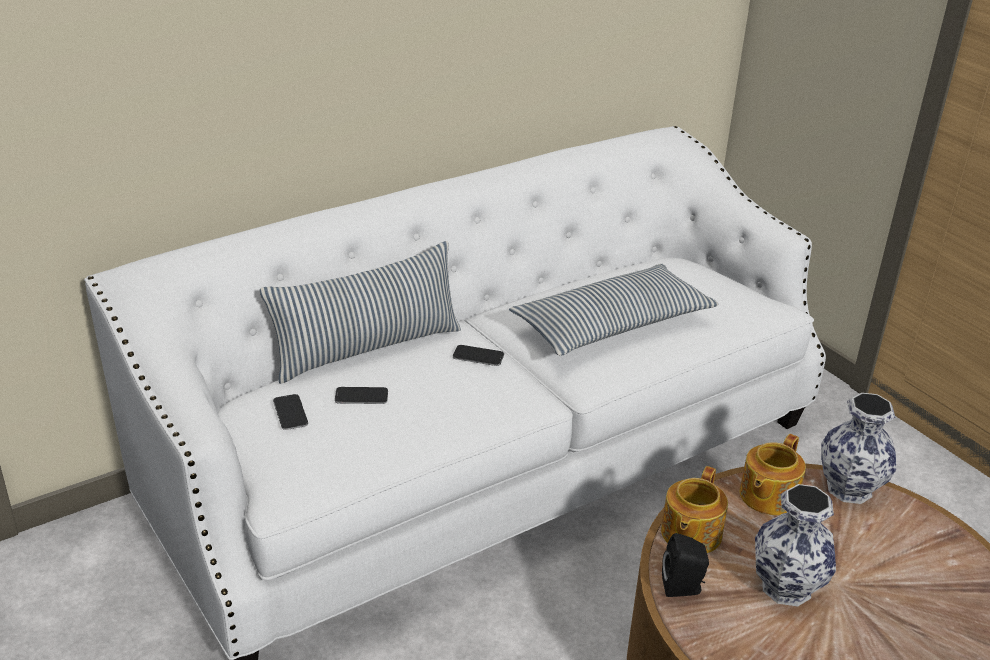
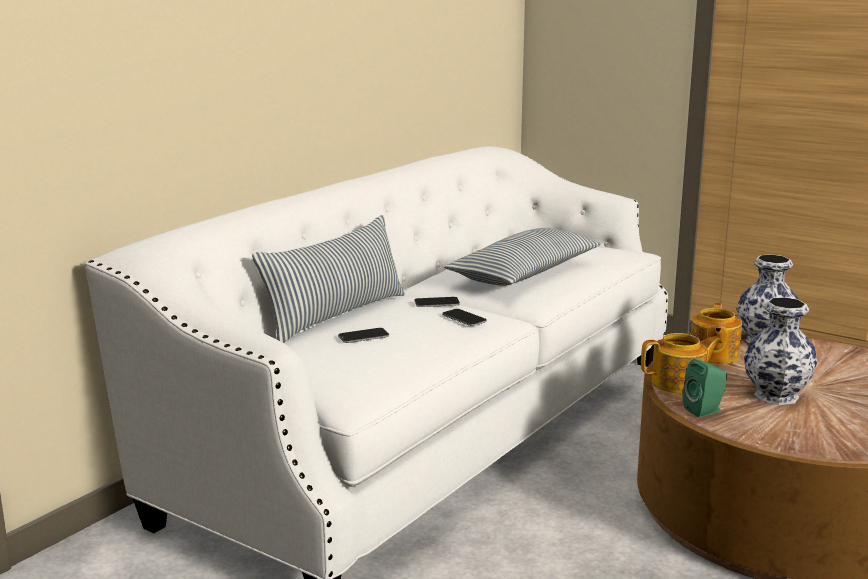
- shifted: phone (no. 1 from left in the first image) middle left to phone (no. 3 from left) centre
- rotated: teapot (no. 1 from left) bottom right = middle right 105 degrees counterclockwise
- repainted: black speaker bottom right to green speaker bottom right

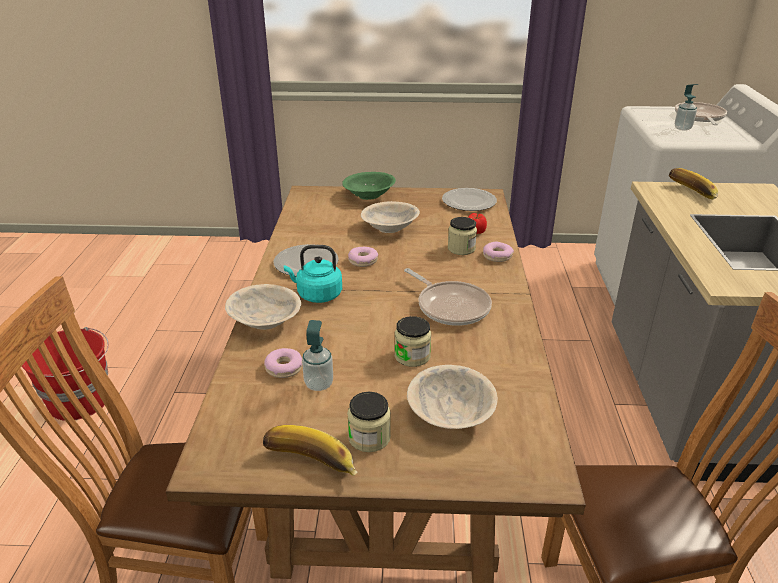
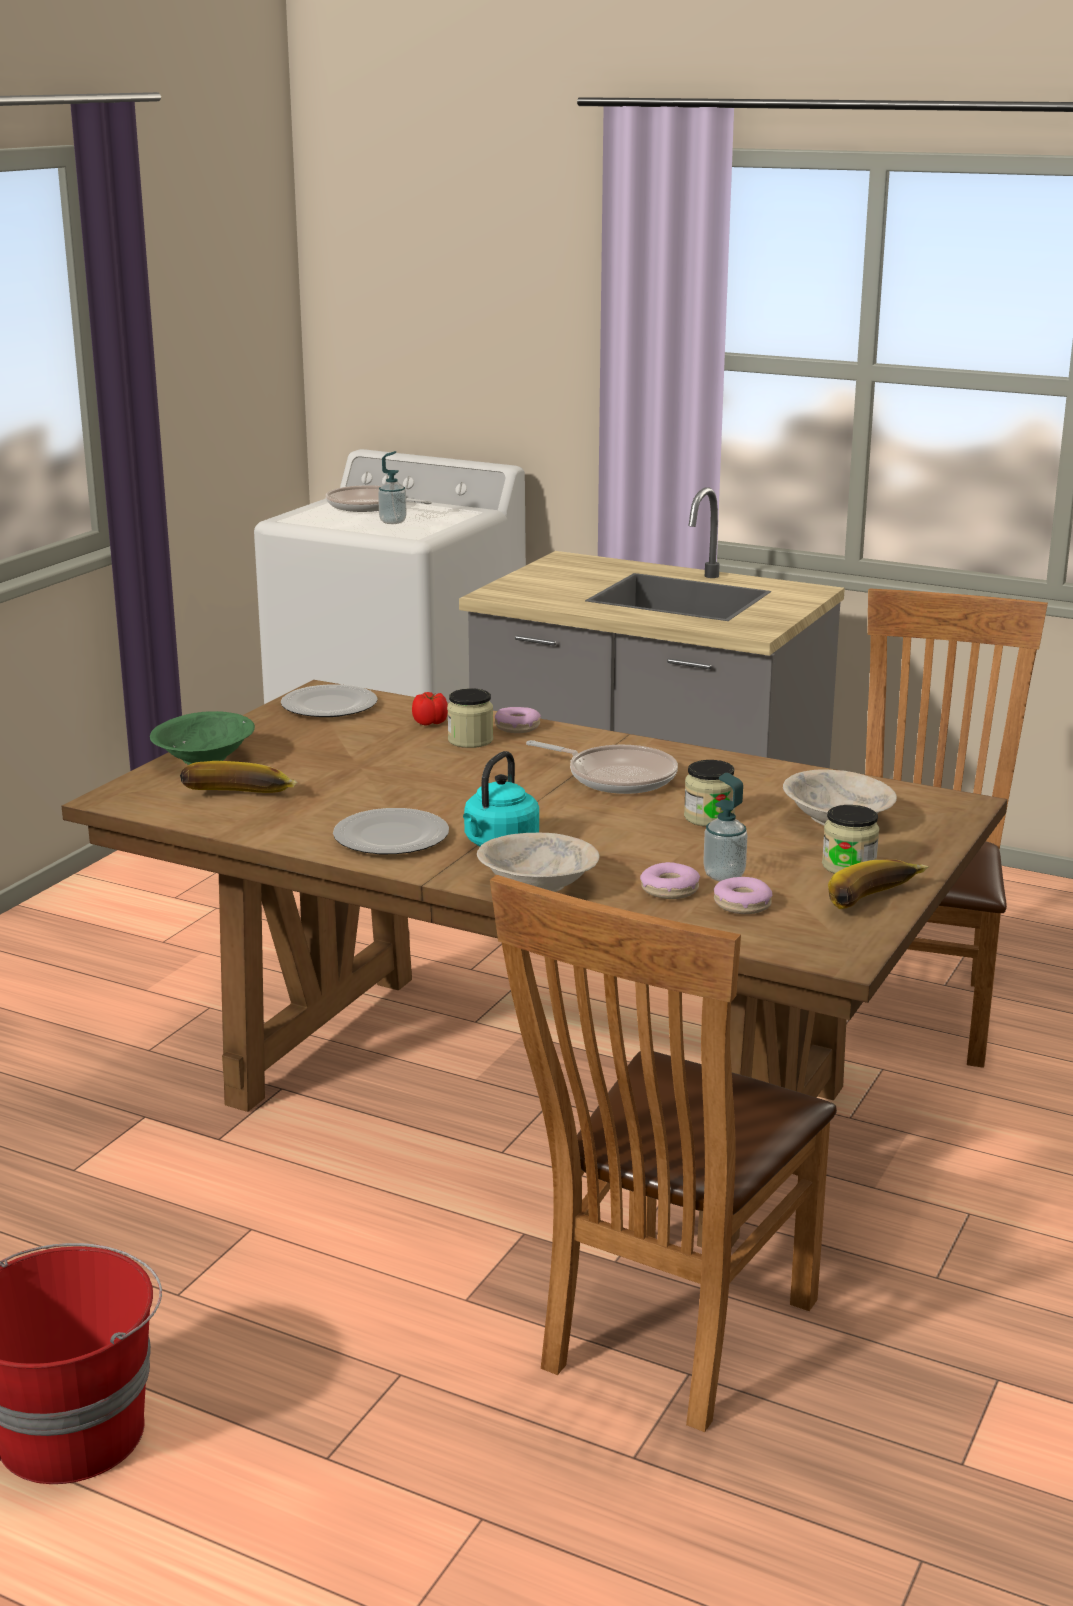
- shifted: donut (no. 2 from left in the first image) centre to donut (no. 3 from left) middle right
- gone: beige bowl (no. 2 from left) centre
- rotated: frying pan (no. 1 from left in the first image) centre = centre 45 degrees clockwise
- shifted: banana (no. 2 from left in the first image) top right to banana (no. 1 from left) middle left

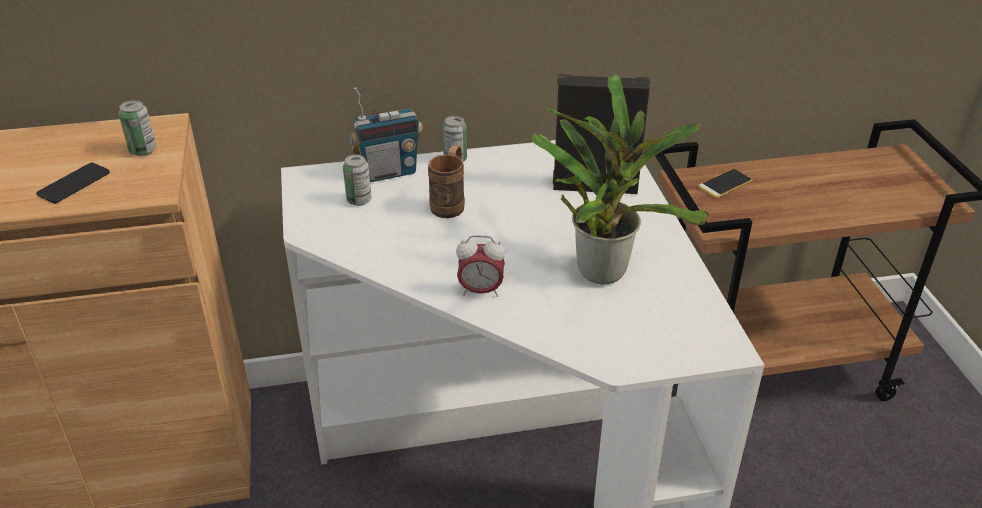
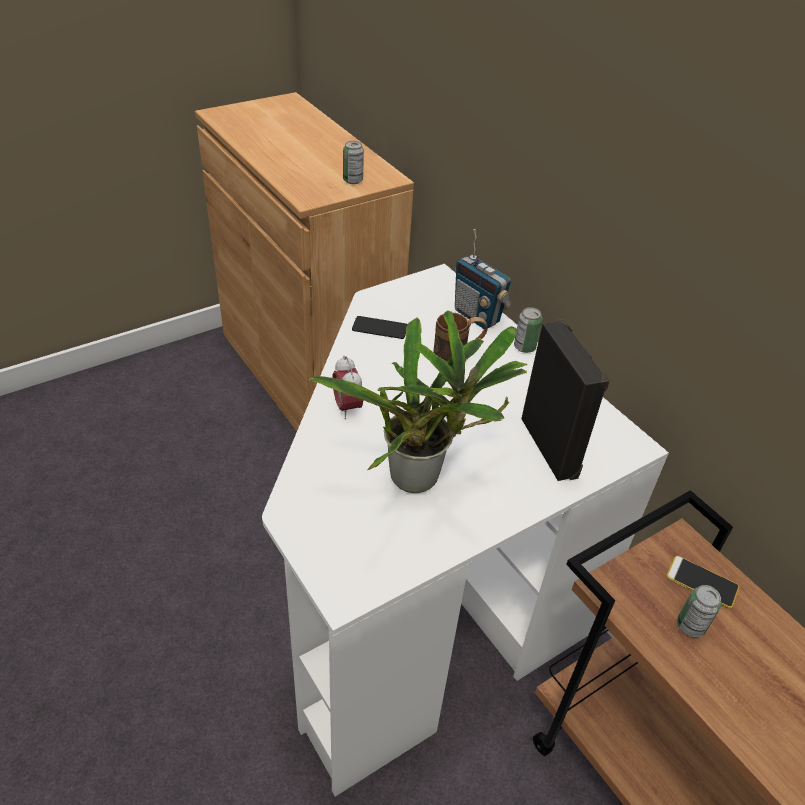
- shifted: phone (no. 1 from left) middle left to centre
- shifted: can (no. 2 from left in the first image) centre to can (no. 3 from left) bottom right

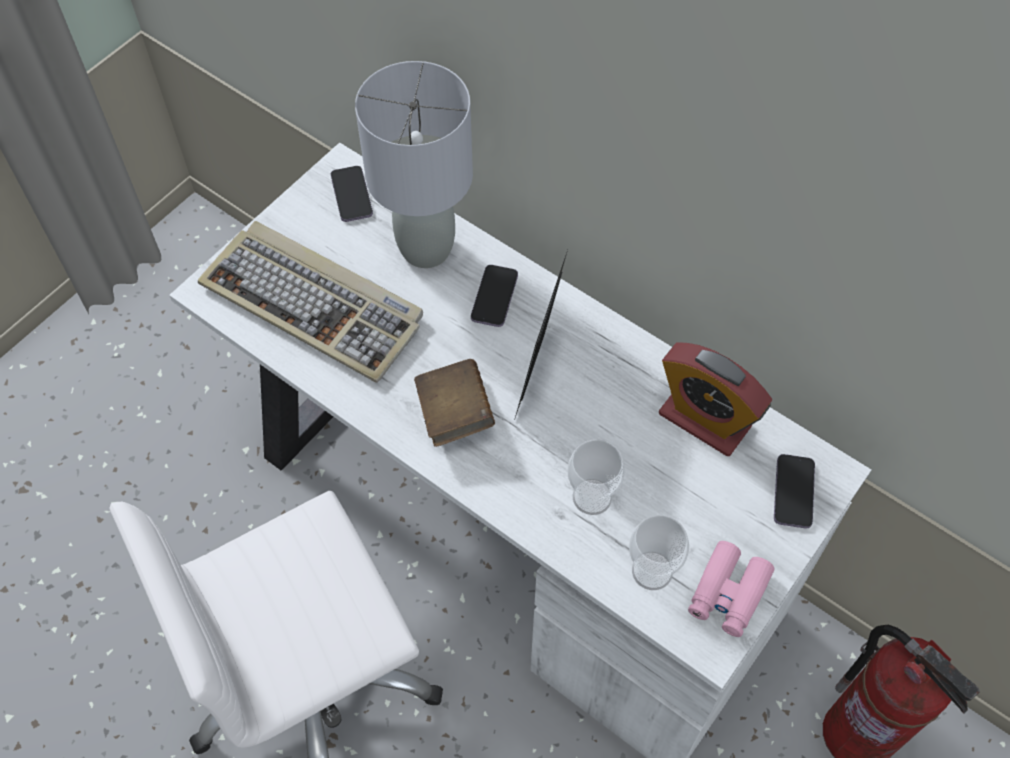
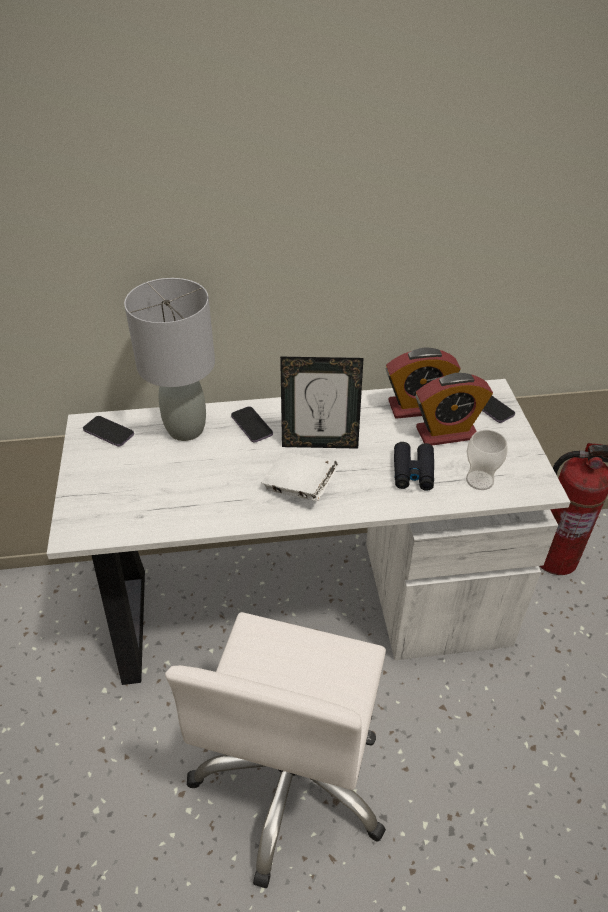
- gone: keyboard middle left
- repainted: brown book centre to white book centre
- rotated: picture frame centre = centre 60 degrees counterclockwise
- swapped: cup (no. 1 from left) centre to black binoculars middle right
- gone: pink binoculars bottom right
- new: alarm clock (no. 2 from left) middle right

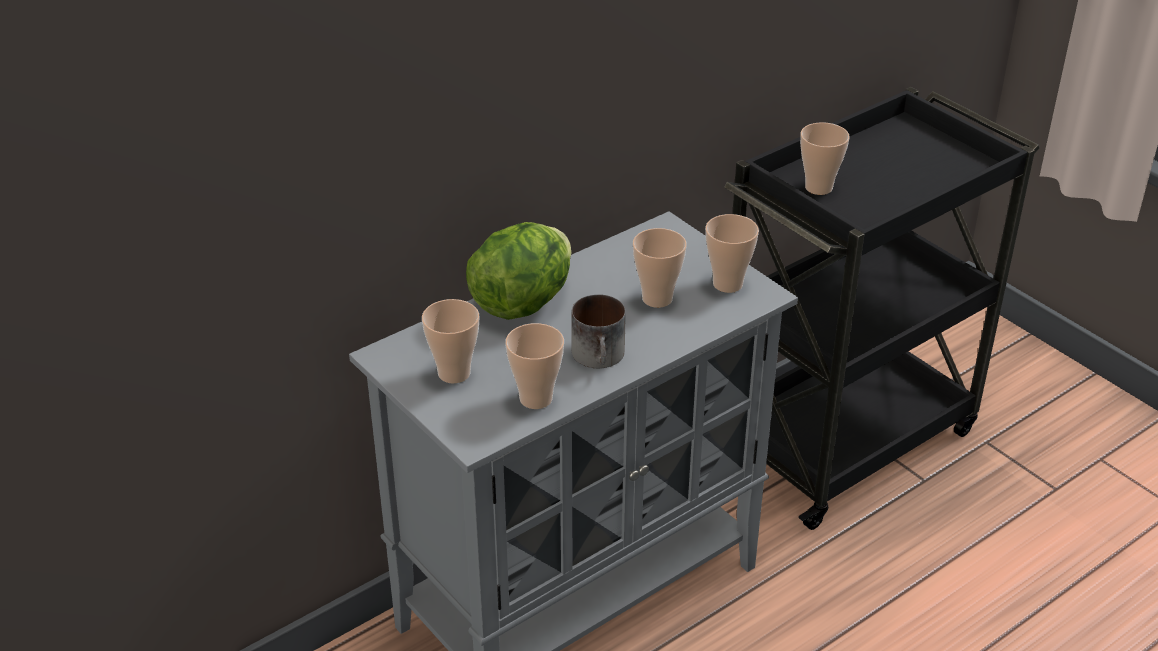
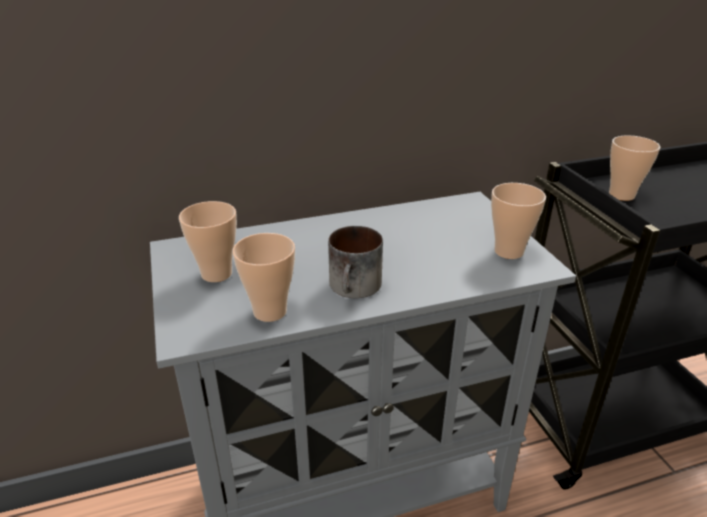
- gone: lettuce centre
- gone: cup (no. 3 from left) centre

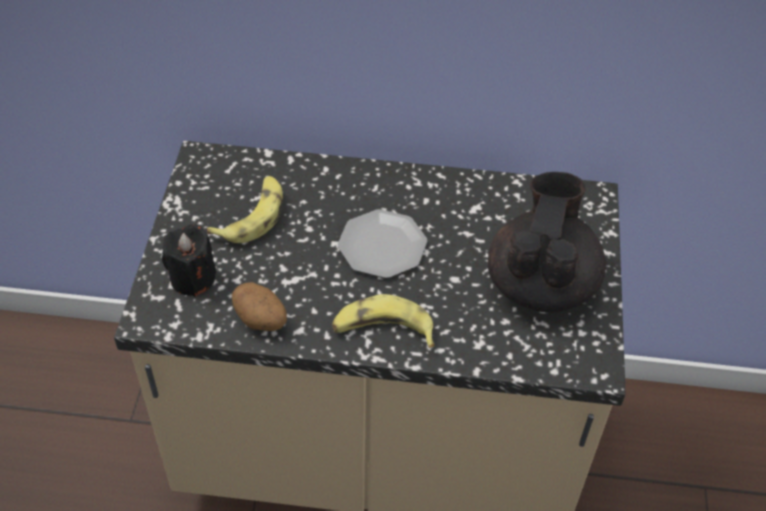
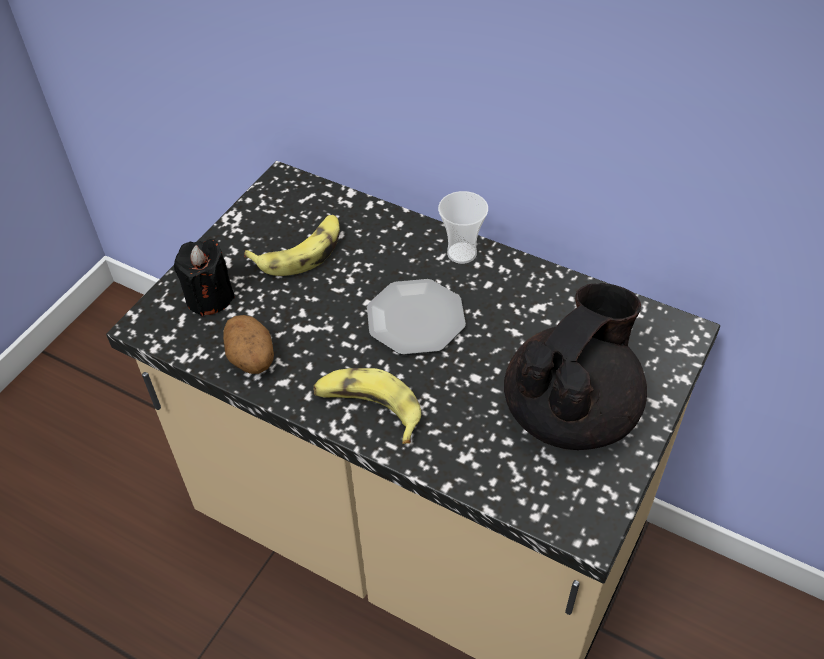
- new: cup centre

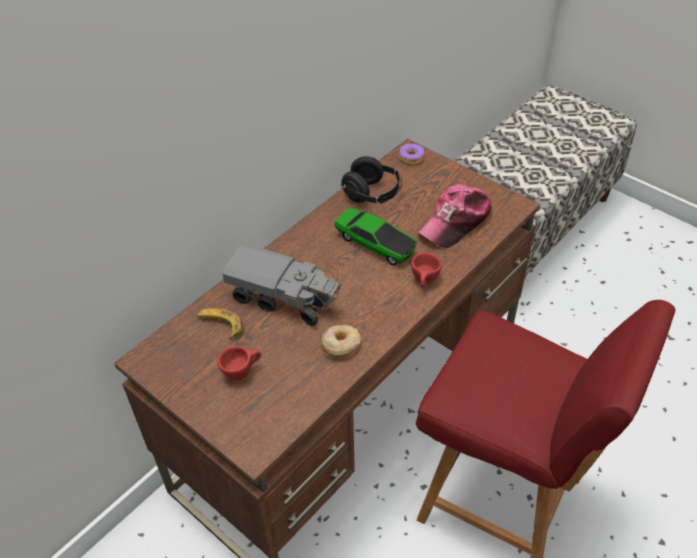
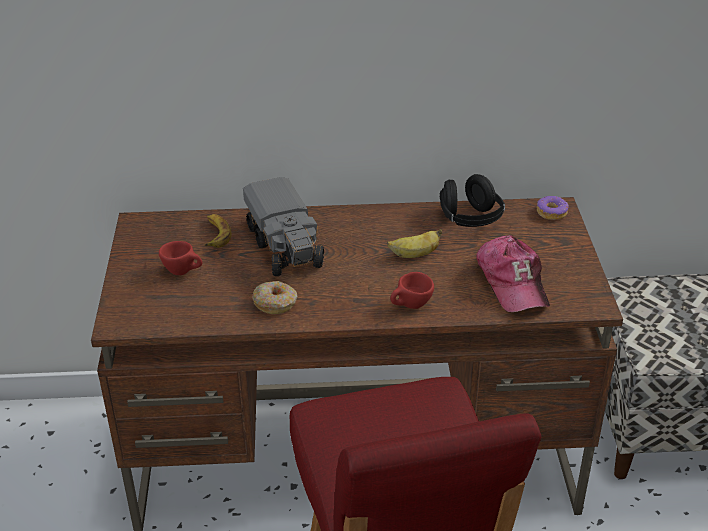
- swapped: toy car centre to banana (no. 2 from left) centre
- rotated: cap centre = middle right 105 degrees counterclockwise

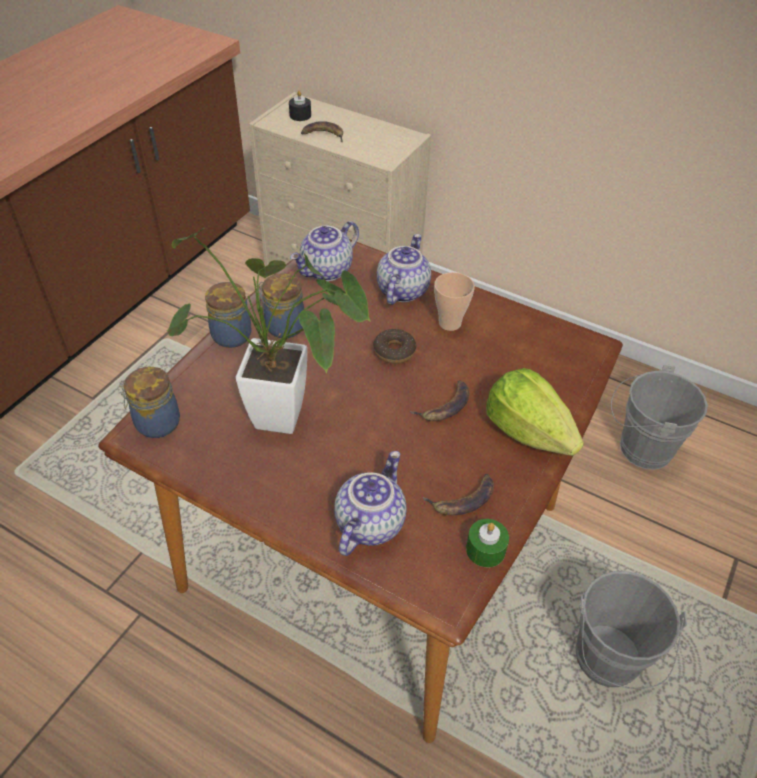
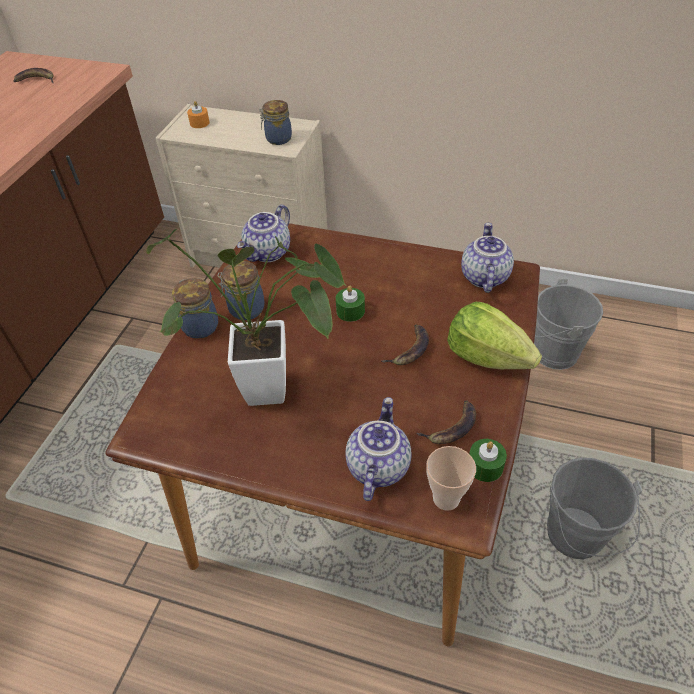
- shifted: jar (no. 1 from left in the first image) middle left to jar (no. 3 from left) top centre
- repainted: black candle top centre to orange candle top left
- shifted: banana (no. 1 from left) top centre to top left
- swapped: donut centre to green candle (no. 1 from left) centre
- shifted: teapot (no. 3 from left) centre to middle right
- shifted: cup centre to bottom centre

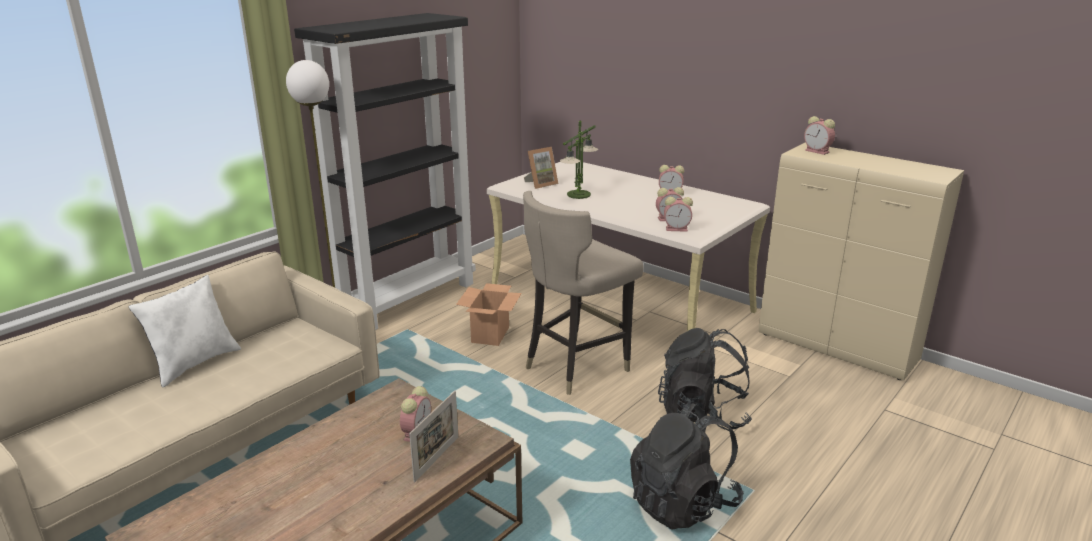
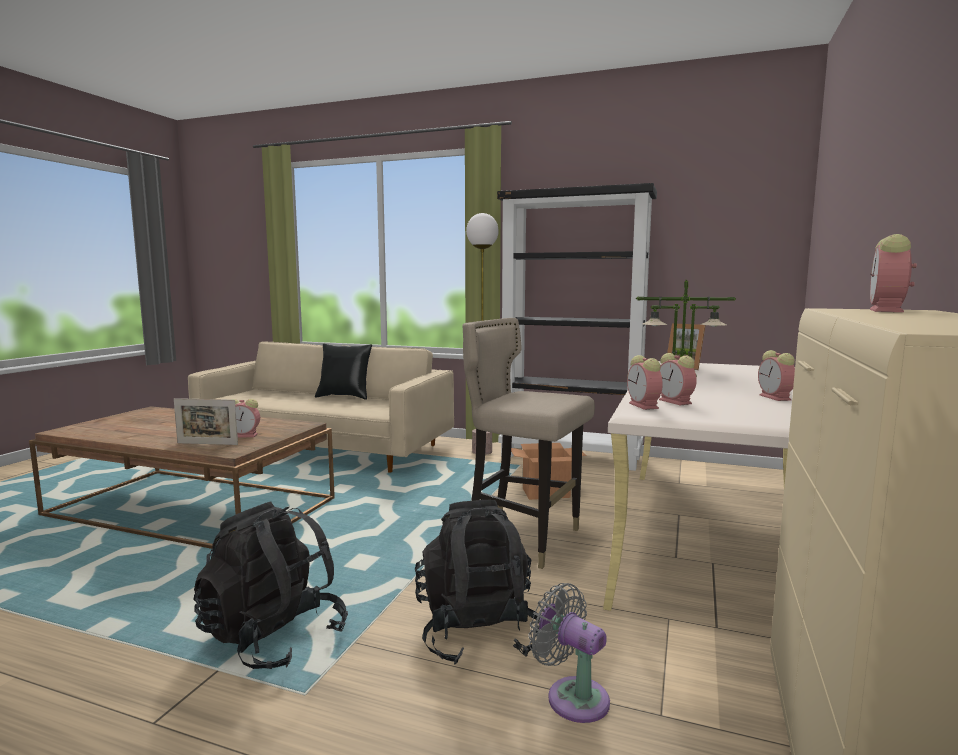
- repainted: white pillow middle left to black pillow centre
- new: grey fan bottom centre

